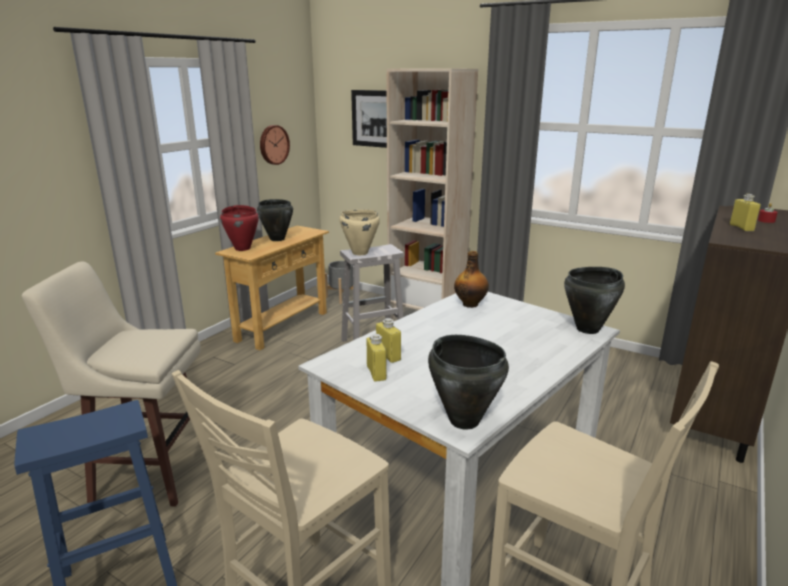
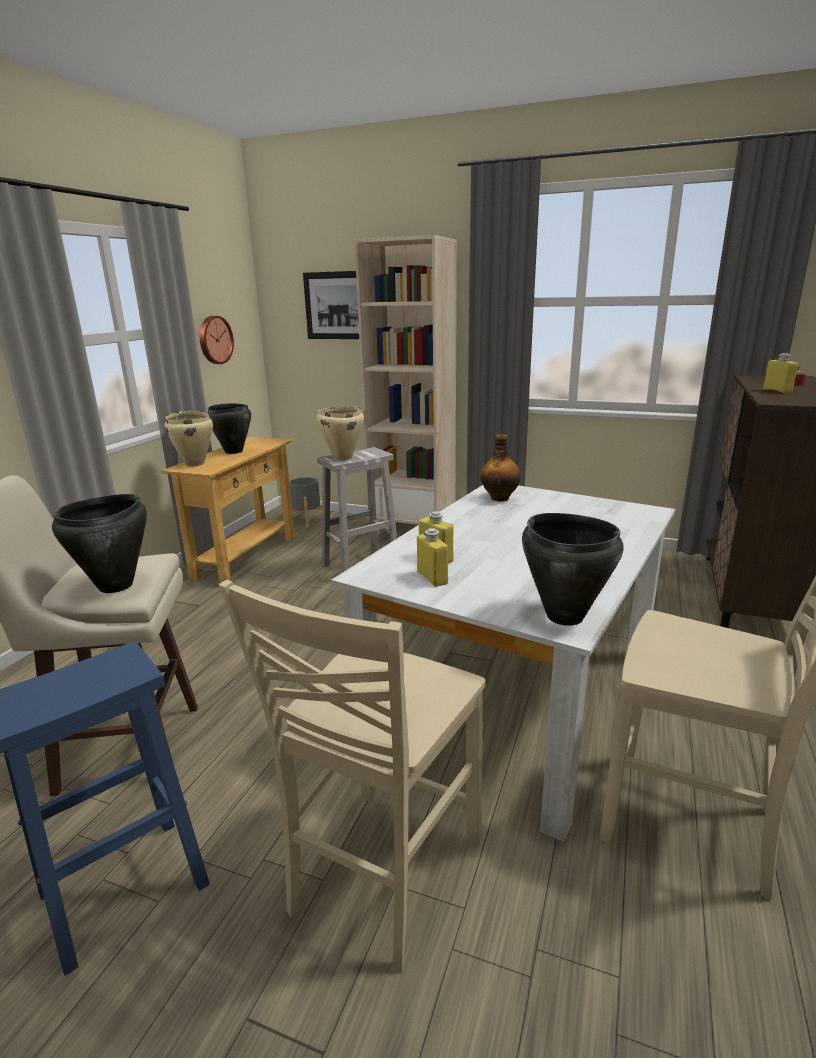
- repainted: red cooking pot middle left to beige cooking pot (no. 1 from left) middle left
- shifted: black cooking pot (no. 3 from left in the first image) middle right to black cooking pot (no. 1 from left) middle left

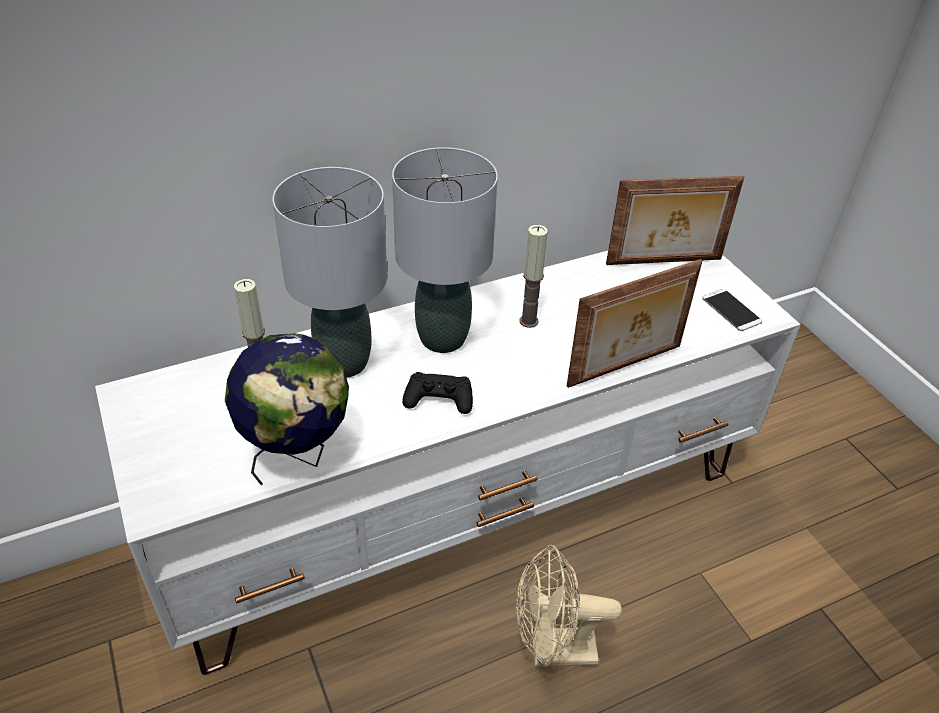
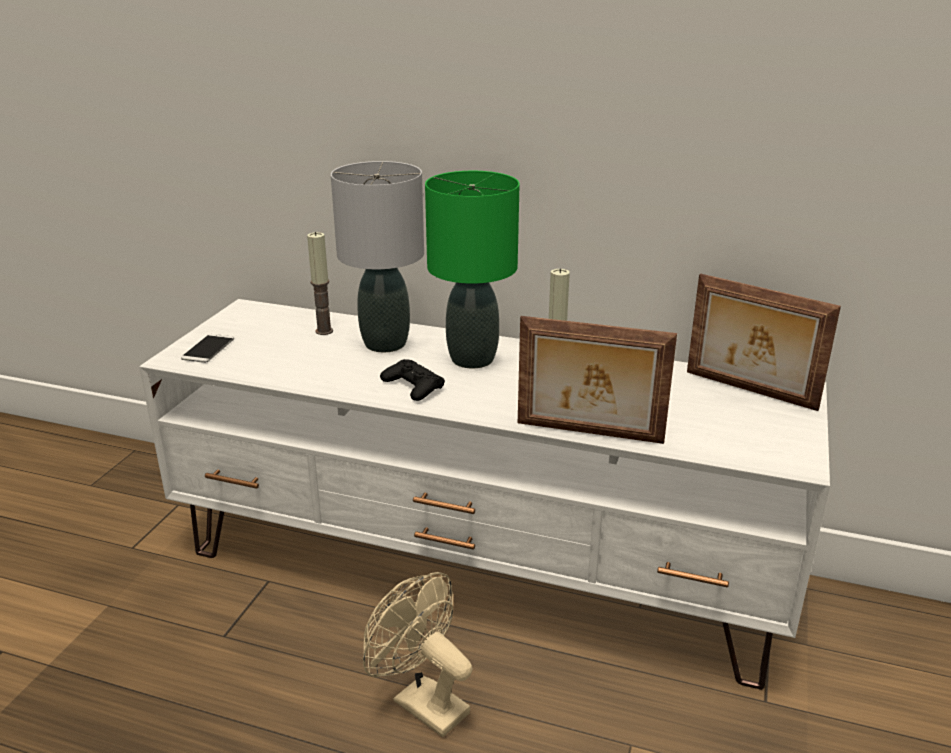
- gone: globe middle left
- repainted: grey table lamp (no. 2 from left) centre to green table lamp centre
- shifted: phone middle right to middle left

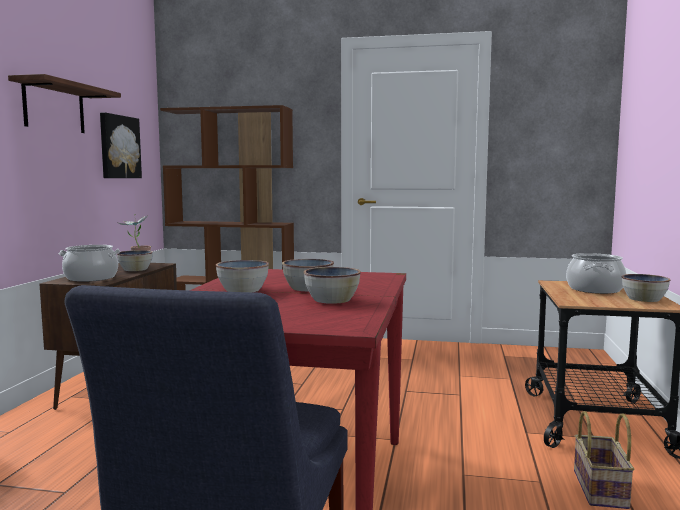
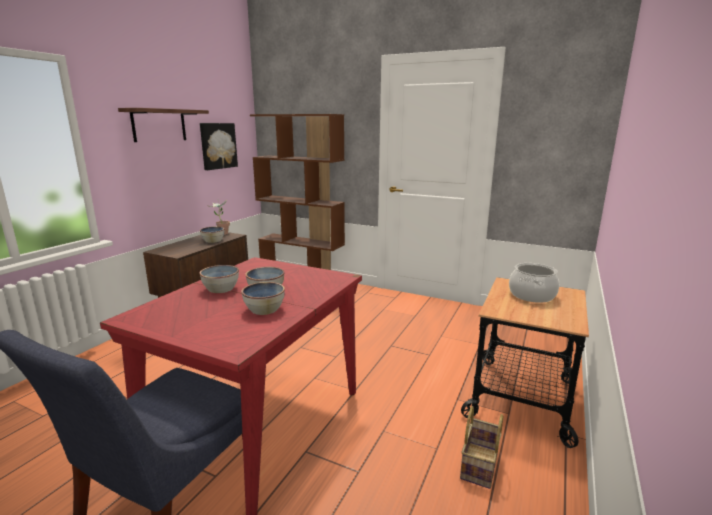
- gone: cooking pot (no. 1 from left) middle left
- gone: bowl (no. 5 from left) middle right

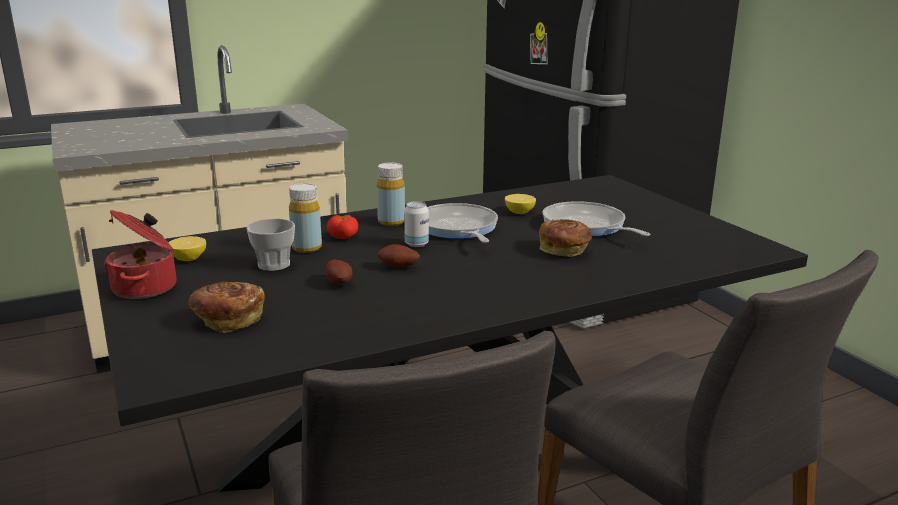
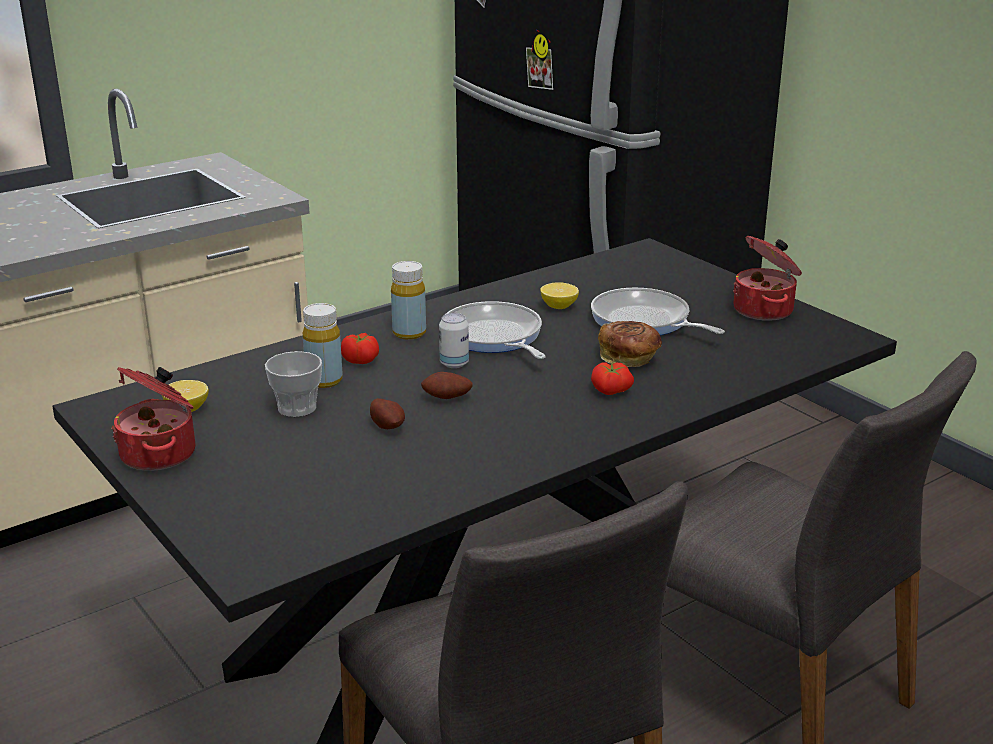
- gone: bread (no. 1 from left) middle left
- new: tomato (no. 2 from left) centre
- new: cooking pot (no. 2 from left) middle right

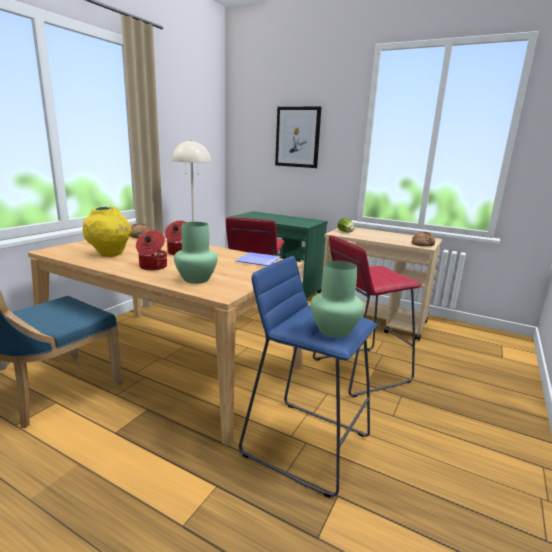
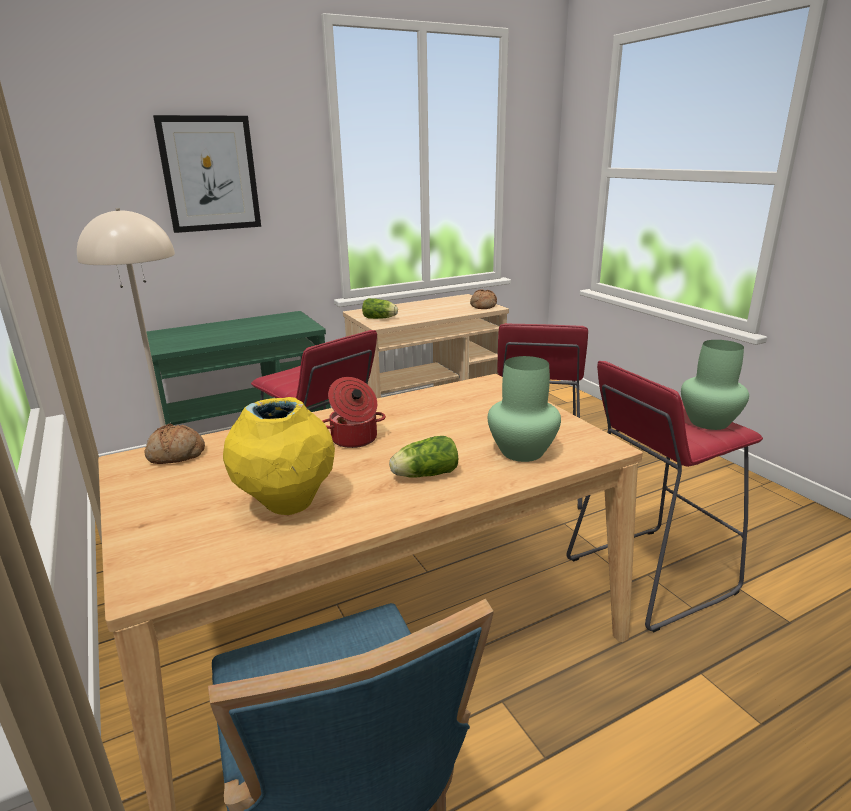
- swapped: cooking pot (no. 1 from left) middle left to lettuce (no. 2 from left) centre
- gone: plate centre
- repainted: blue stool bottom centre to red stool (no. 3 from left) middle right

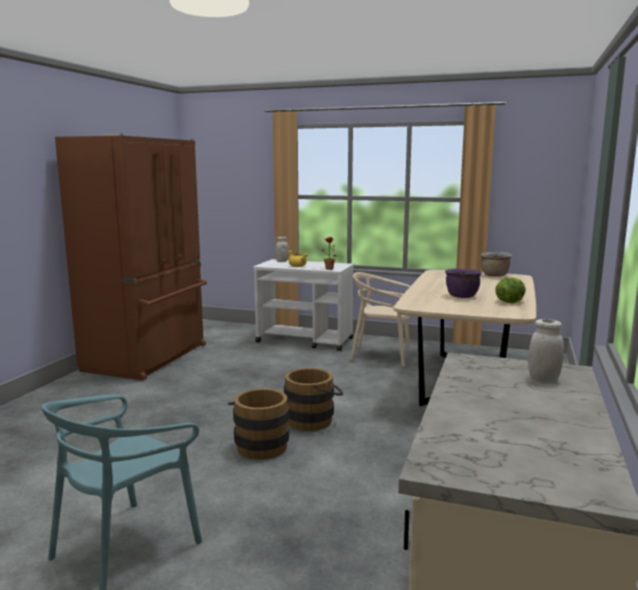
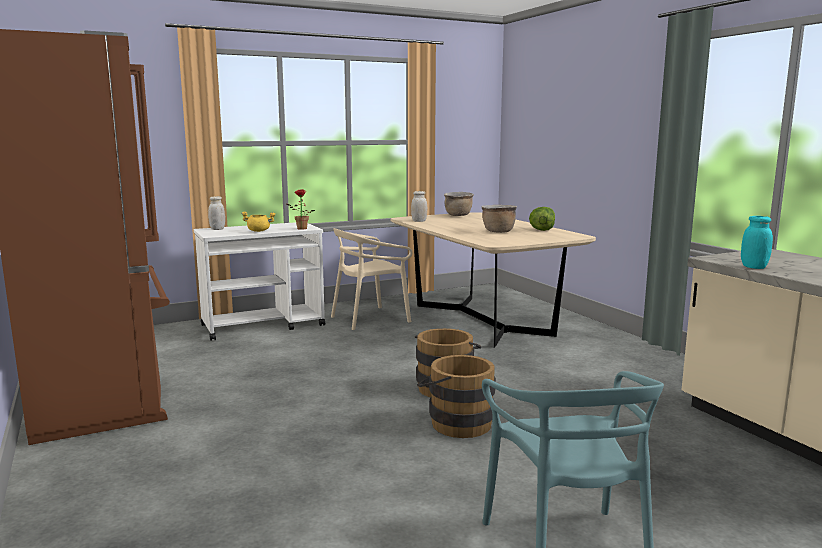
- repainted: purple cooking pot middle right to brown cooking pot (no. 2 from left) centre
- shifted: white jar (no. 2 from left) middle right to centre
- new: turquoise jar middle right

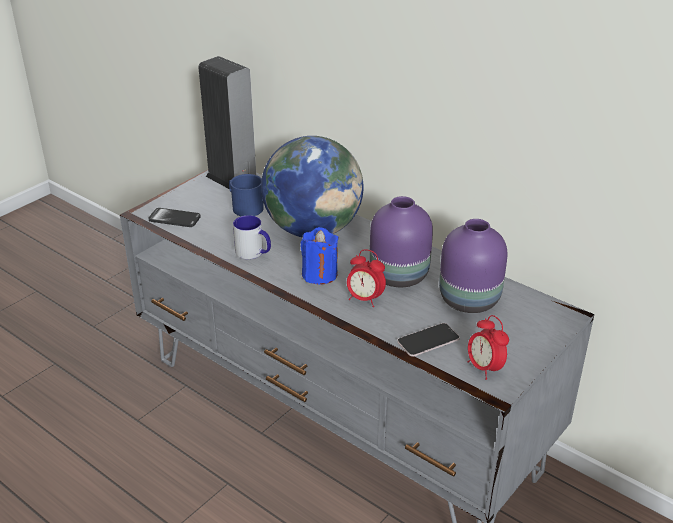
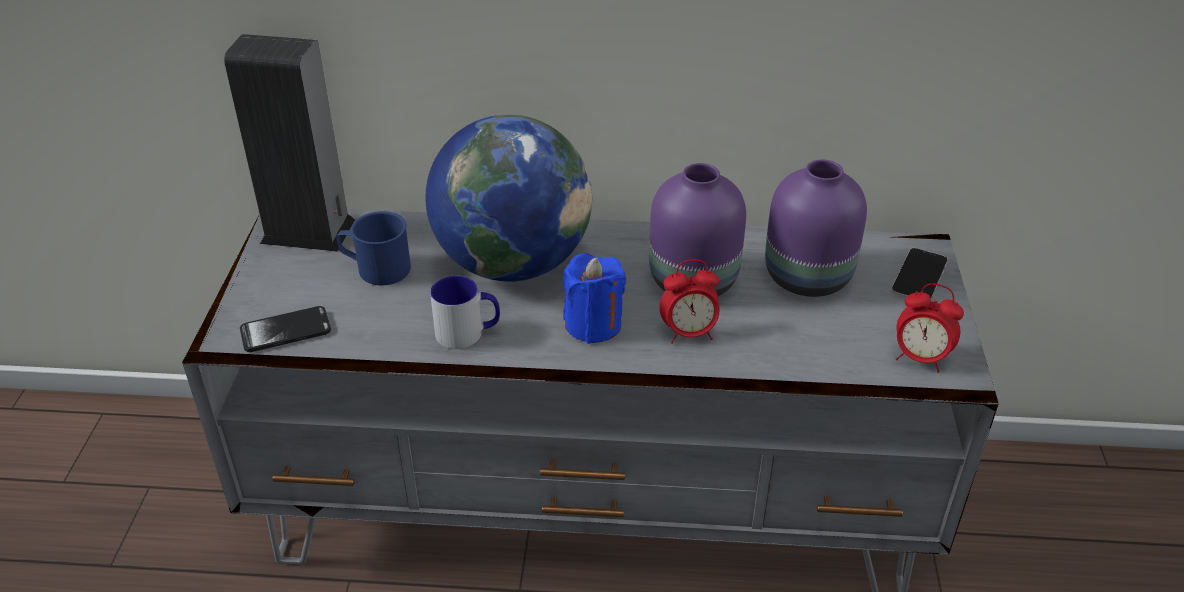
- shifted: phone (no. 2 from left) centre to middle right

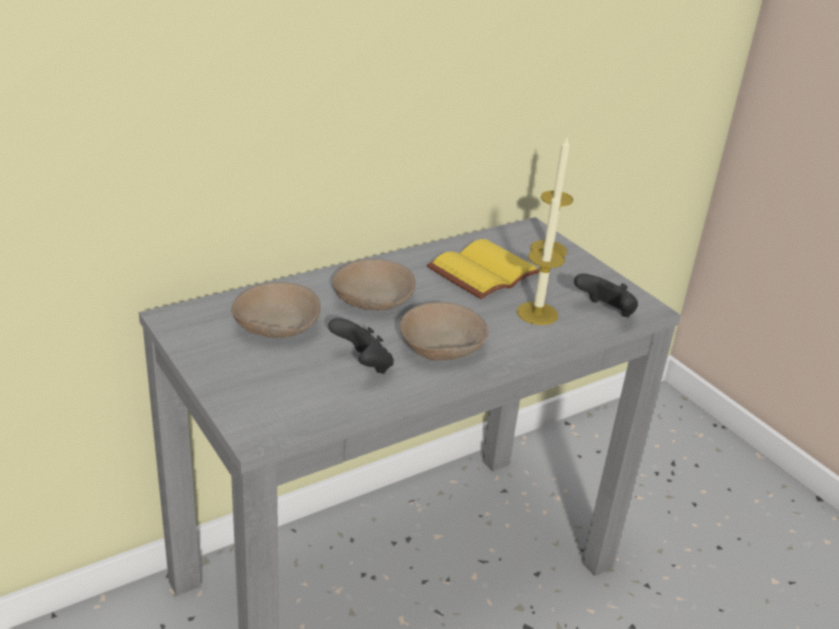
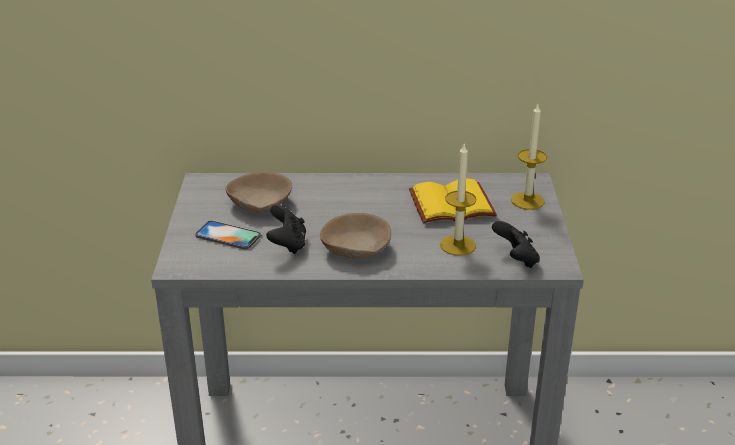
- gone: beige bowl (no. 2 from left) centre
- new: phone middle left

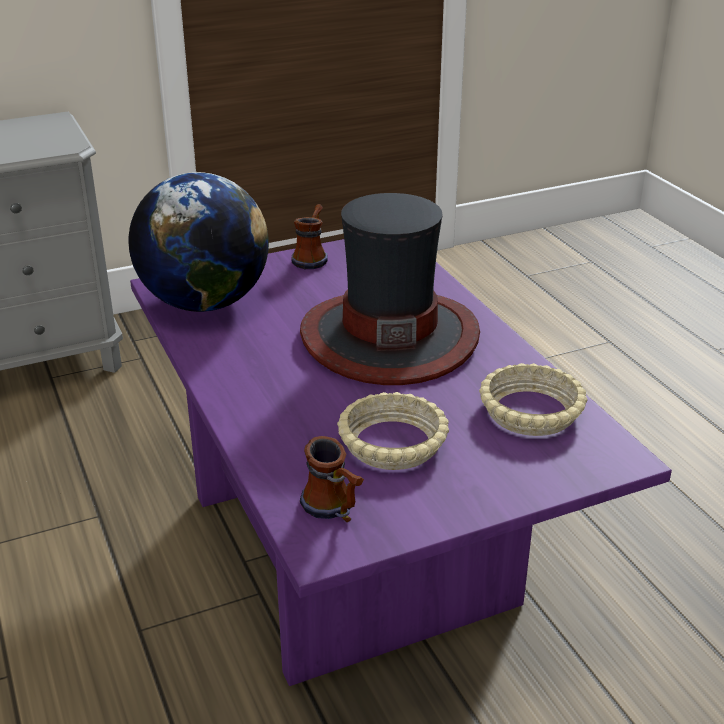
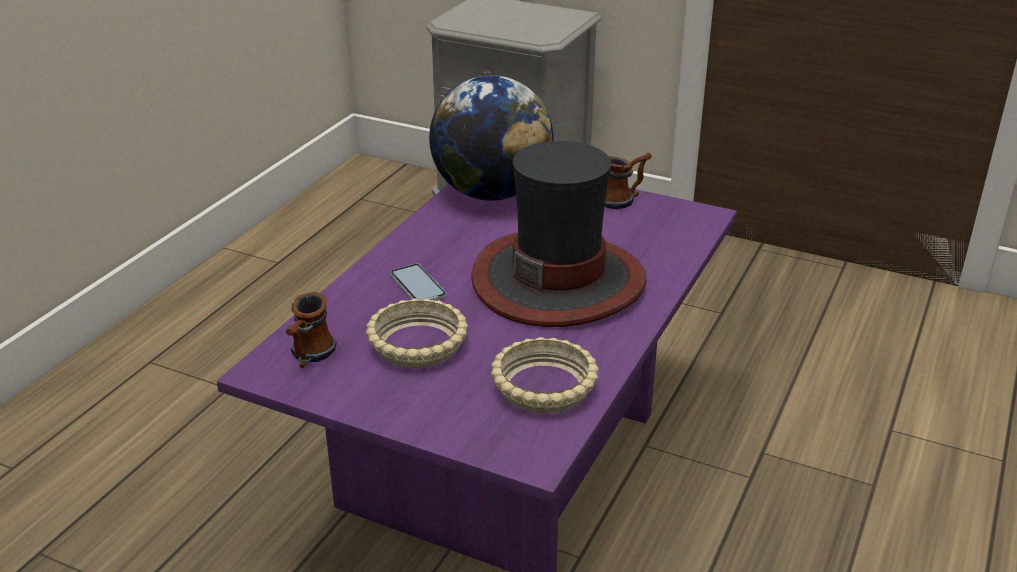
- new: phone centre

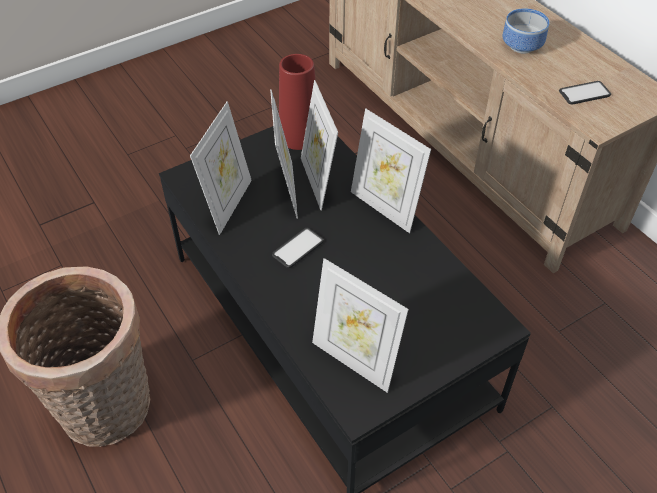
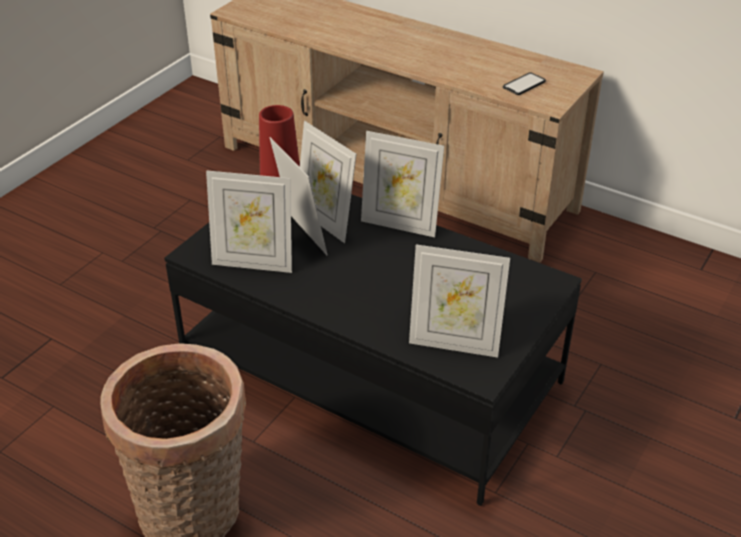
- rotated: picture frame (no. 1 from left) centre = centre 105 degrees clockwise
- gone: phone (no. 1 from left) centre
- gone: bowl top right

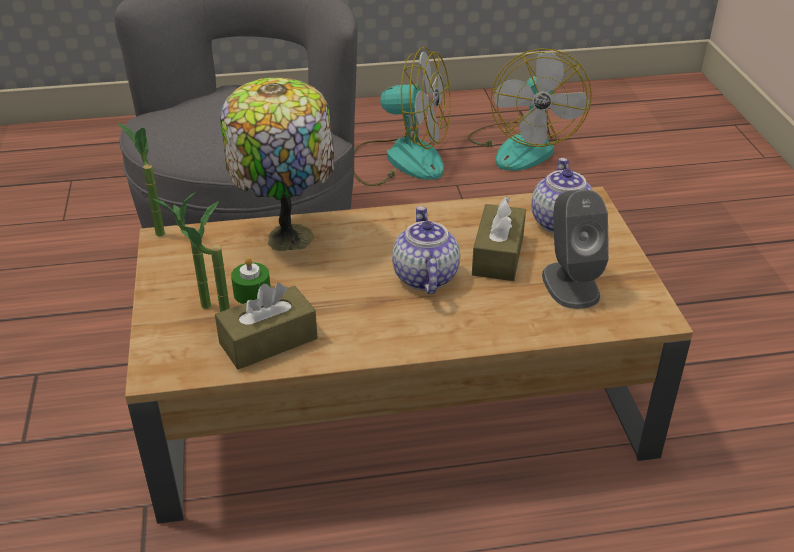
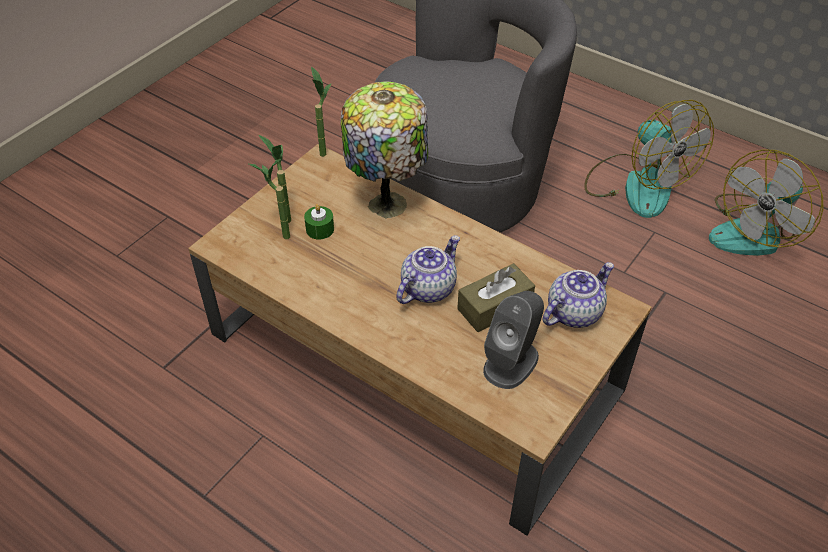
- gone: brown tissue box (no. 1 from left) centre

